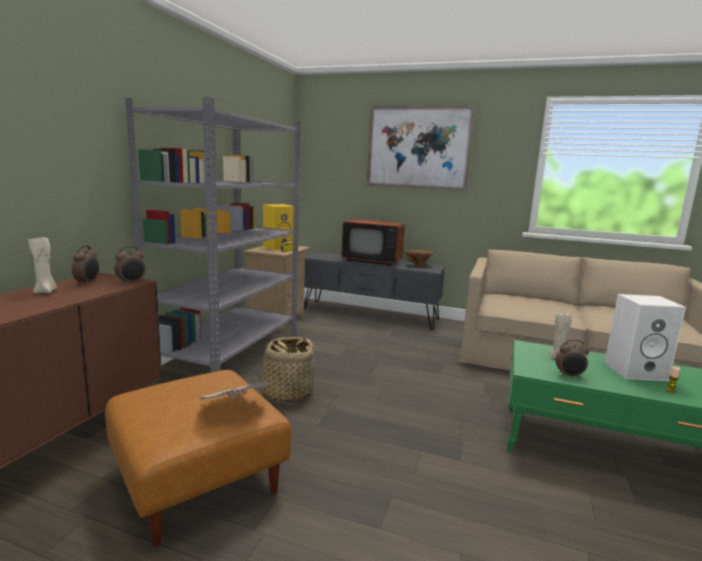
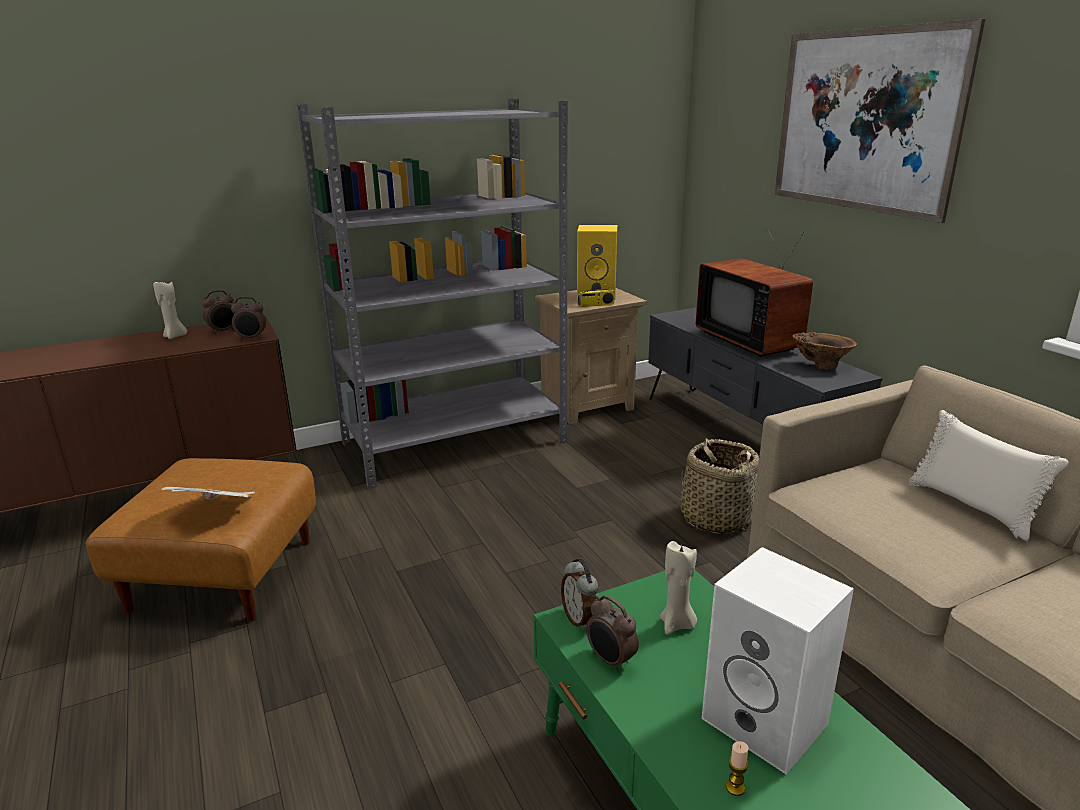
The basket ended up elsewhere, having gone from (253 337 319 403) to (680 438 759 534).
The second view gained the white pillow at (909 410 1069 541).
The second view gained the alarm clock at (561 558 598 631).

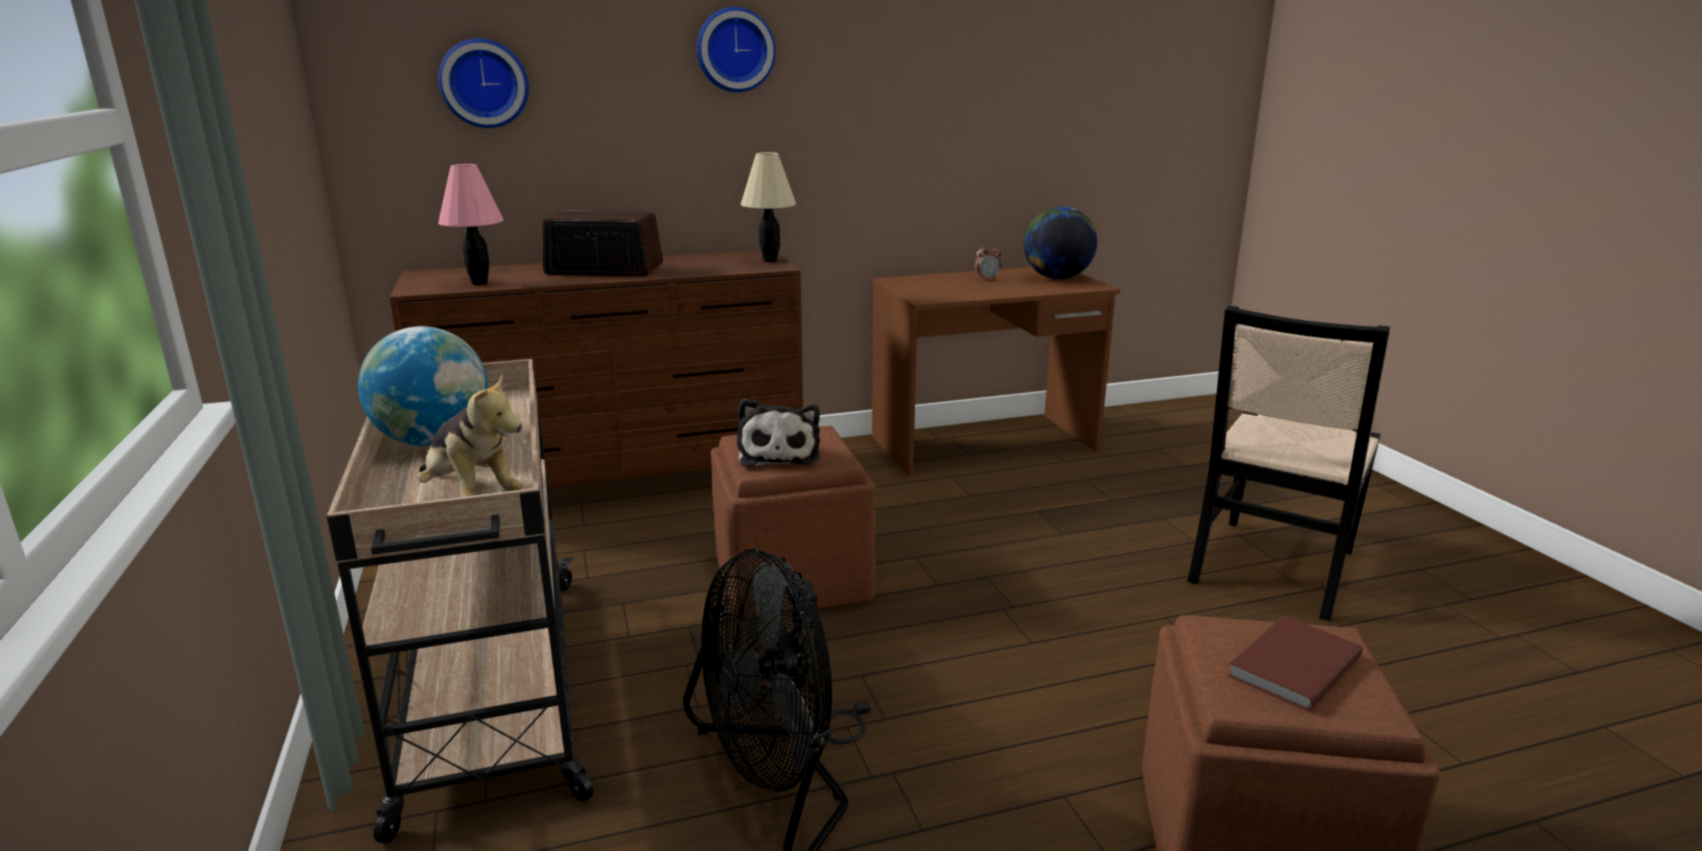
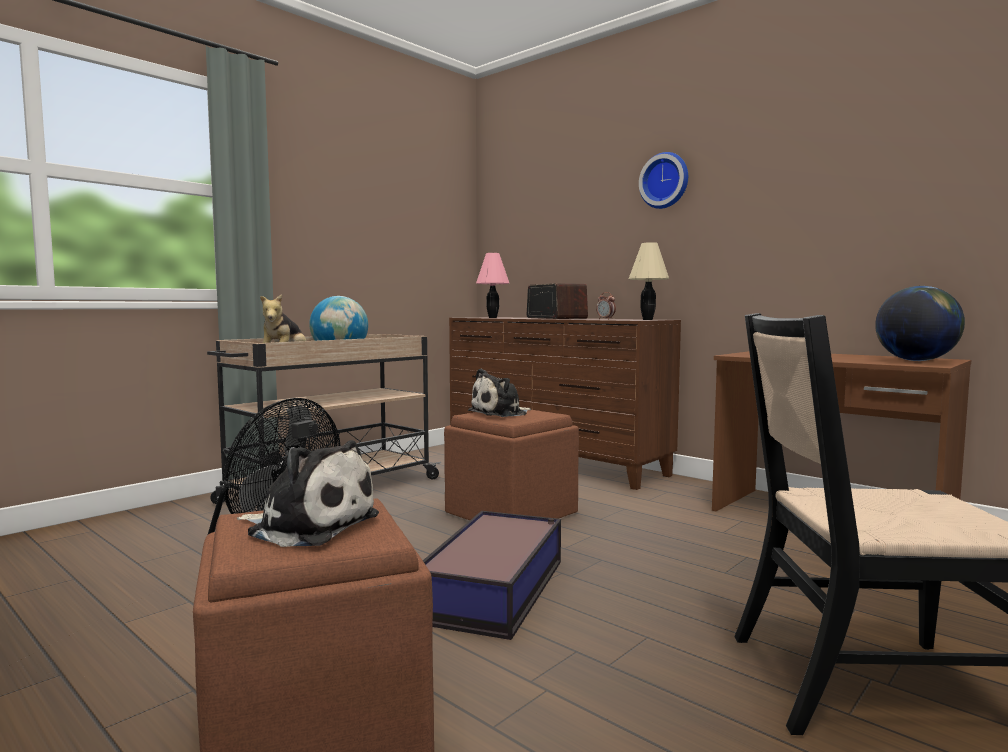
The second view lost the wall clock at (438 38 529 128).
The alarm clock ended up elsewhere, having gone from (975 244 1001 280) to (596 292 616 319).
Where the brown book stood at (1228 615 1363 711), the plush toy came to stand at (237 440 379 547).
The second view gained the storage box at (423 511 561 640).

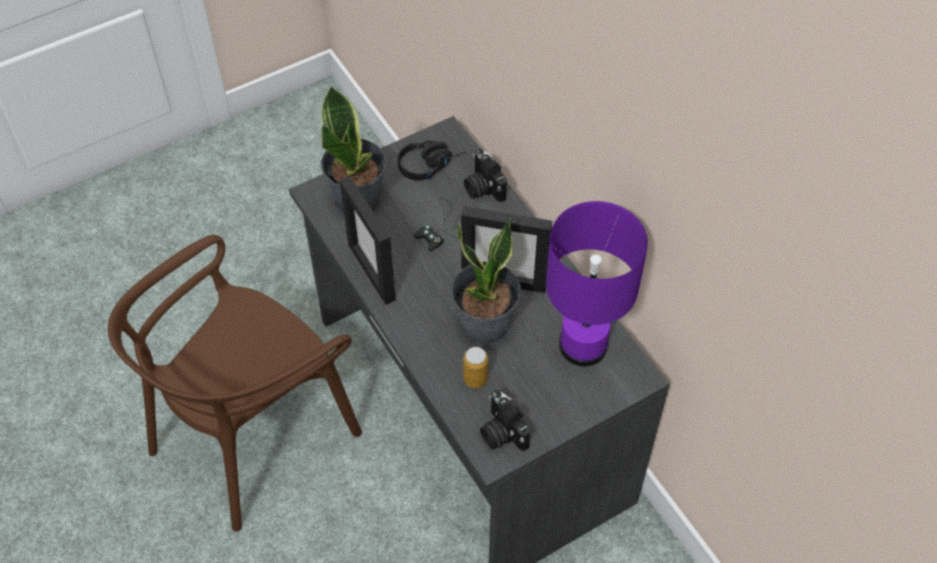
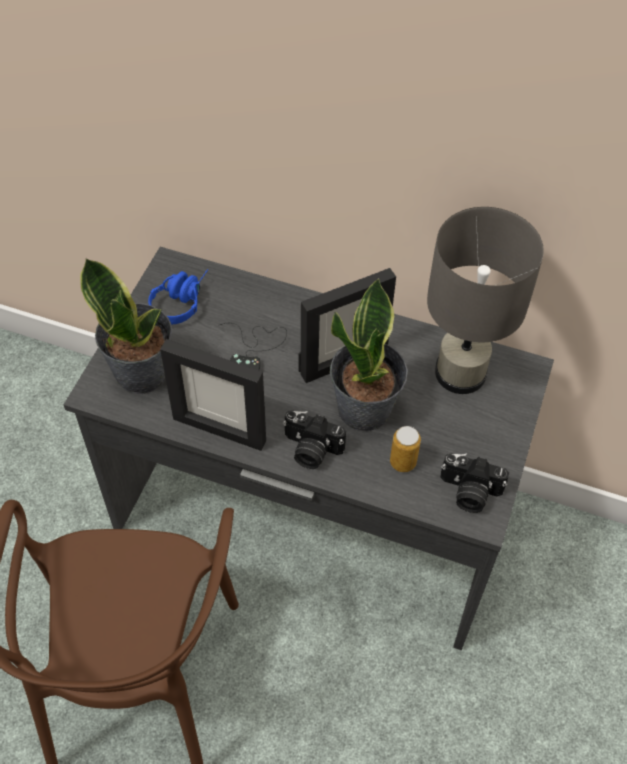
What was the black headphones at (398 140 466 180) turned into the blue headphones at (148 269 208 324).
The photo camera ended up elsewhere, having gone from (464 149 507 202) to (283 411 346 469).
What was the purple table lamp at (546 201 648 366) turned into the grey table lamp at (427 207 544 394).

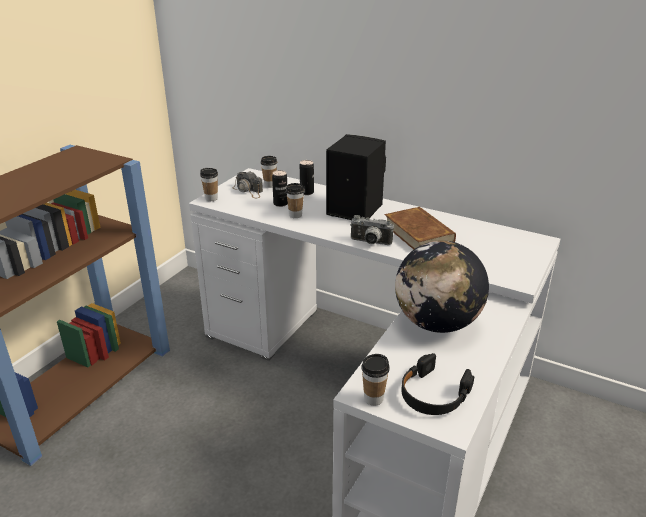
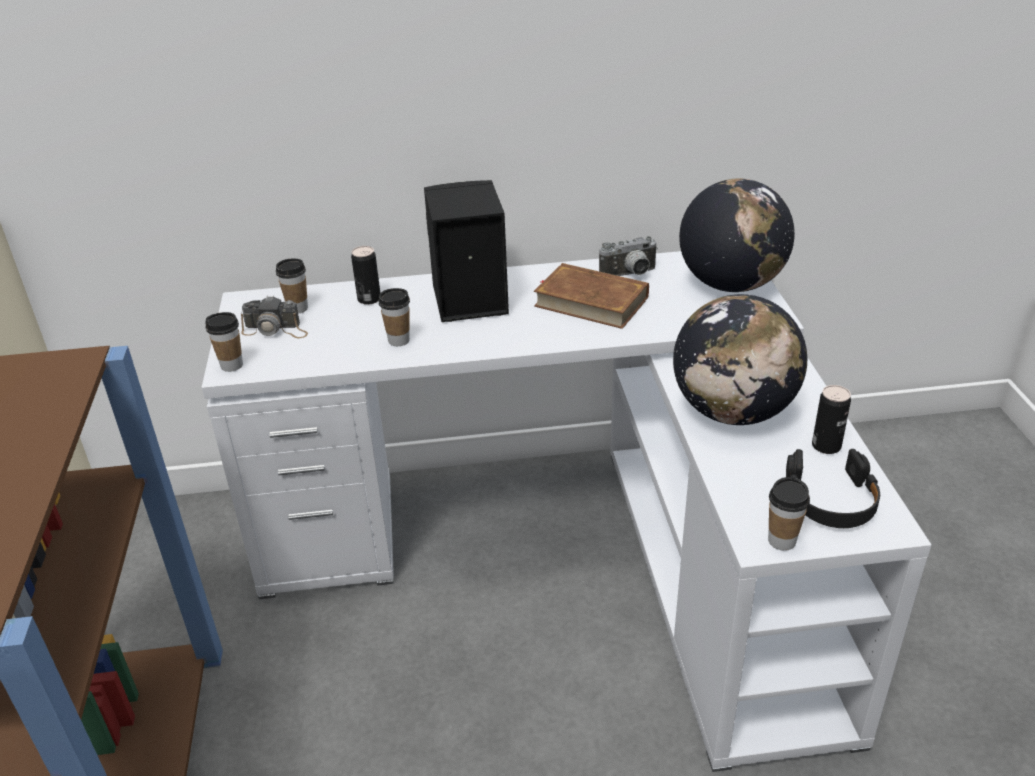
The can ended up elsewhere, having gone from (272 170 288 207) to (812 385 851 454).
The photo camera ended up elsewhere, having gone from (350 215 394 245) to (599 236 658 276).
The second view gained the globe at (679 179 795 292).

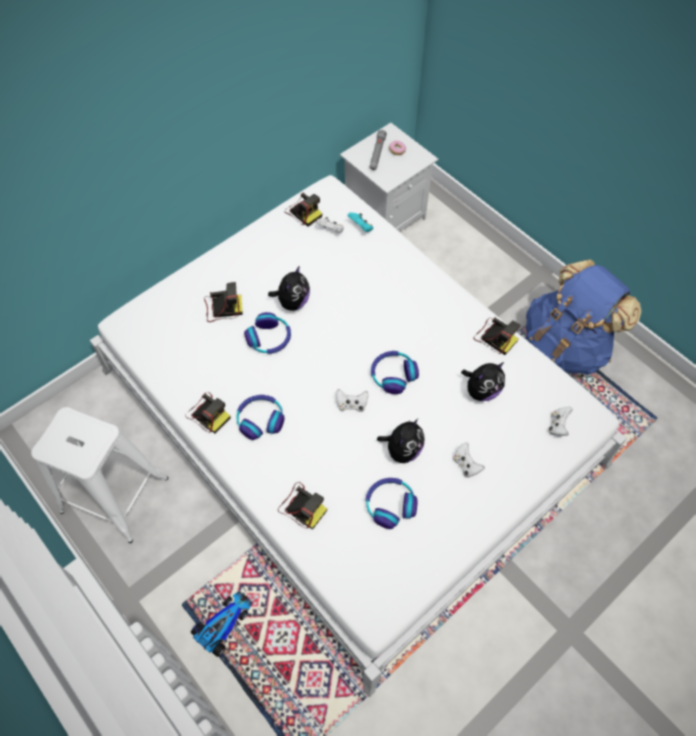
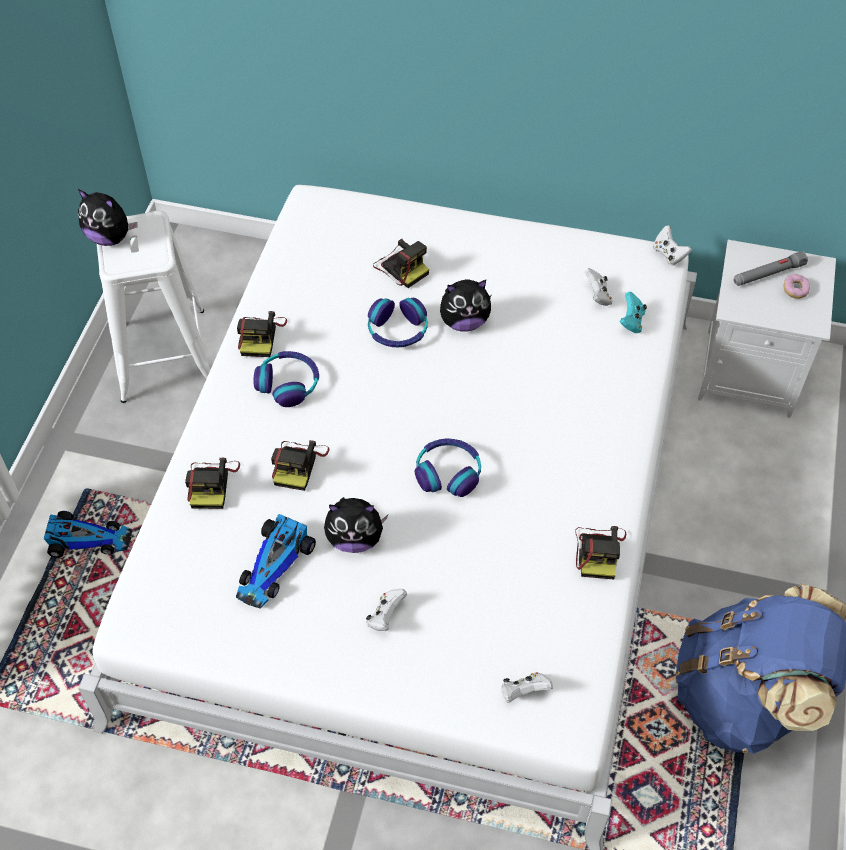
The photo camera ended up elsewhere, having gone from (284 192 322 226) to (271 440 329 491).
The plush toy ended up elsewhere, having gone from (461 362 505 401) to (78 189 138 246).
The white game controller ended up elsewhere, having gone from (336 389 368 412) to (653 225 692 265).
Where the headphones stood at (366 478 417 529), the toy car came to stand at (236 514 316 609).

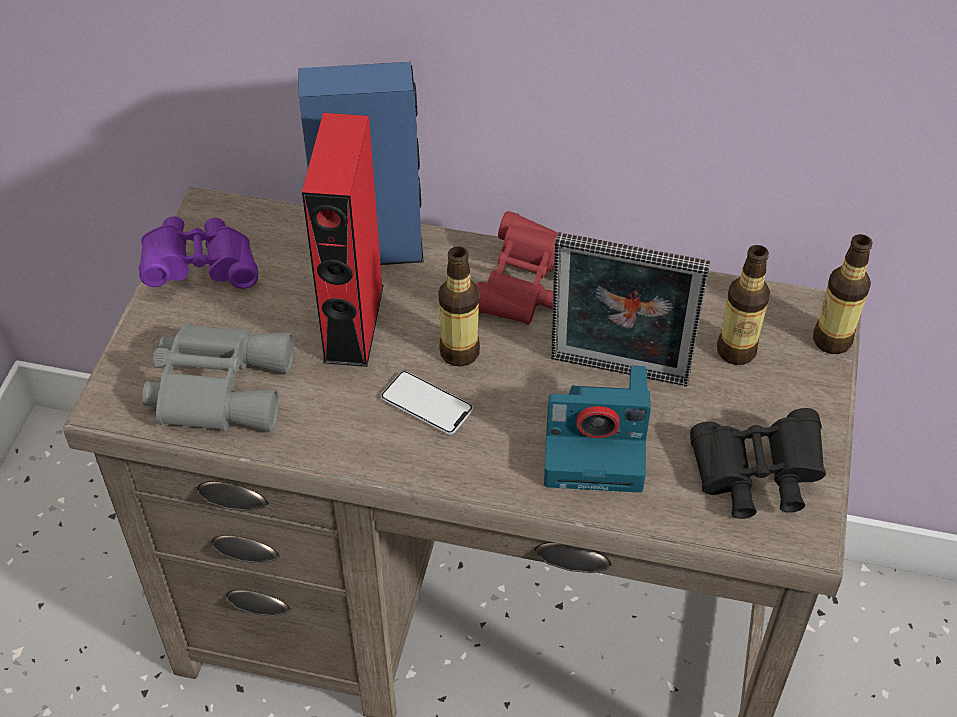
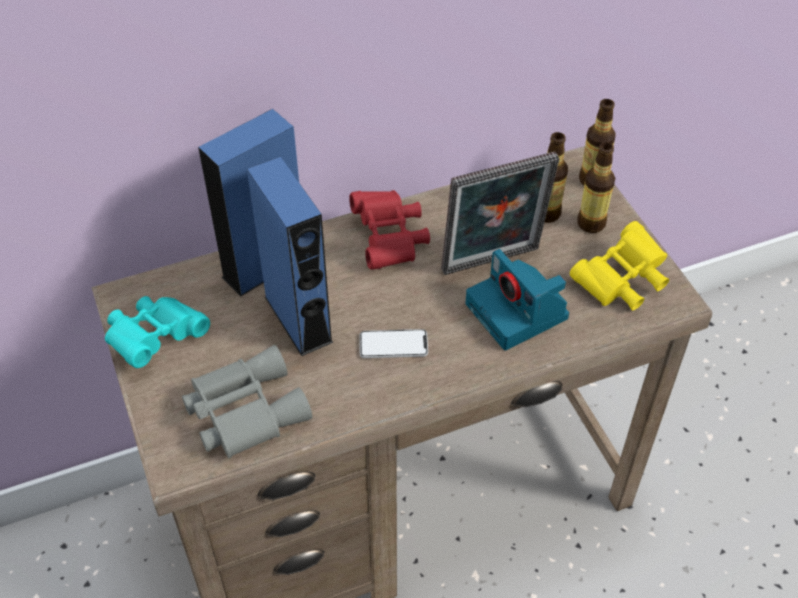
What was the red speaker at (302 113 384 367) turned into the blue speaker at (247 157 333 356).
What was the purple binoculars at (139 216 258 289) turned into the turquoise binoculars at (105 296 210 368).
The bottle ended up elsewhere, having gone from (438 246 480 367) to (577 142 615 233).
The photo camera at (544 366 651 493) ended up facing another way, 90 degrees clockwise from before.
What was the black binoculars at (690 408 826 519) turned into the yellow binoculars at (570 221 669 311).

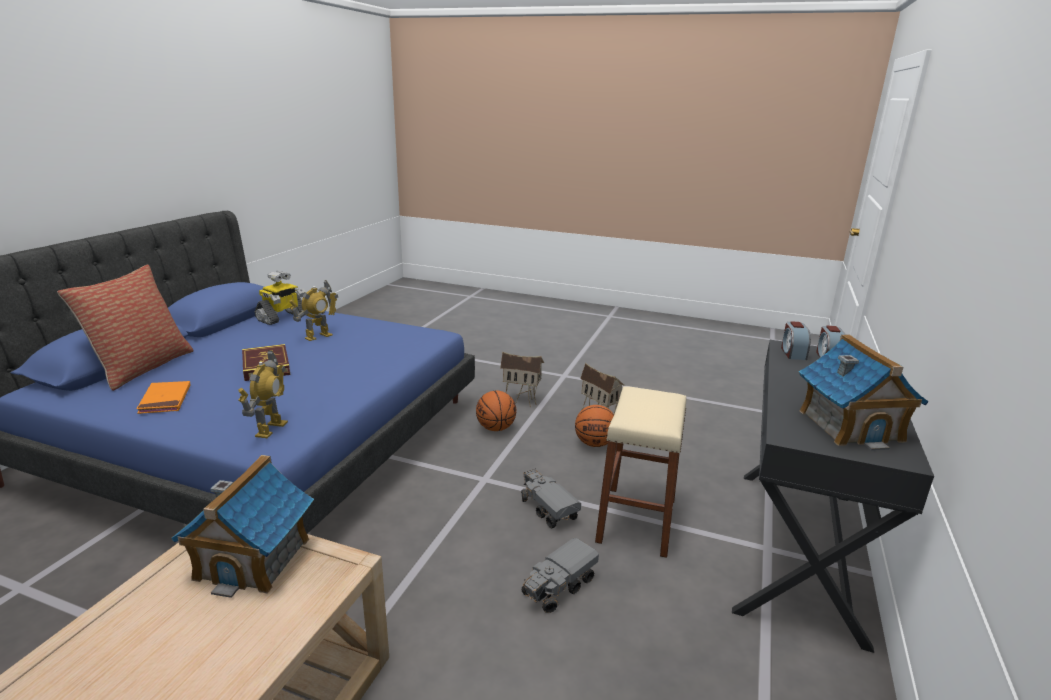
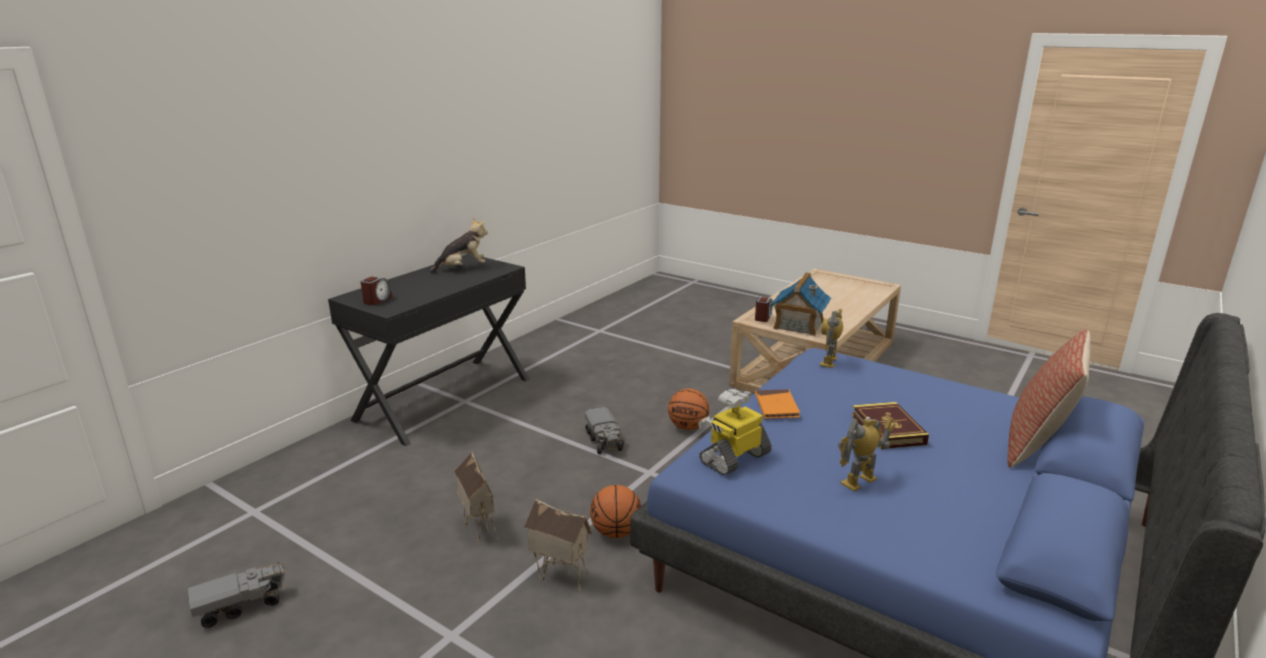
The toy robot ended up elsewhere, having gone from (255 271 306 325) to (698 389 772 475).
The alarm clock ended up elsewhere, having gone from (781 321 811 360) to (755 297 773 322).
Where the toy house stood at (799 334 929 450), the plush toy came to stand at (429 218 488 274).
The orange book ended up elsewhere, having gone from (137 381 190 414) to (755 389 800 419).
The second view lost the beige stool at (595 387 686 558).
The basketball ended up elsewhere, having gone from (575 405 614 447) to (668 389 709 430).
The toy truck ended up elsewhere, having gone from (522 538 599 613) to (188 562 285 628).

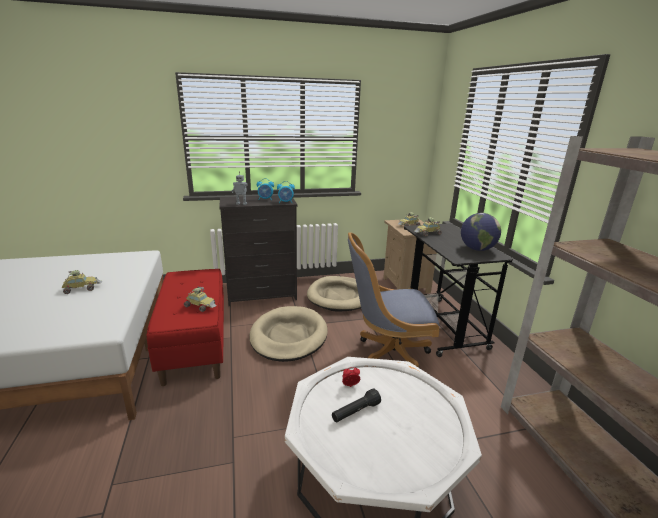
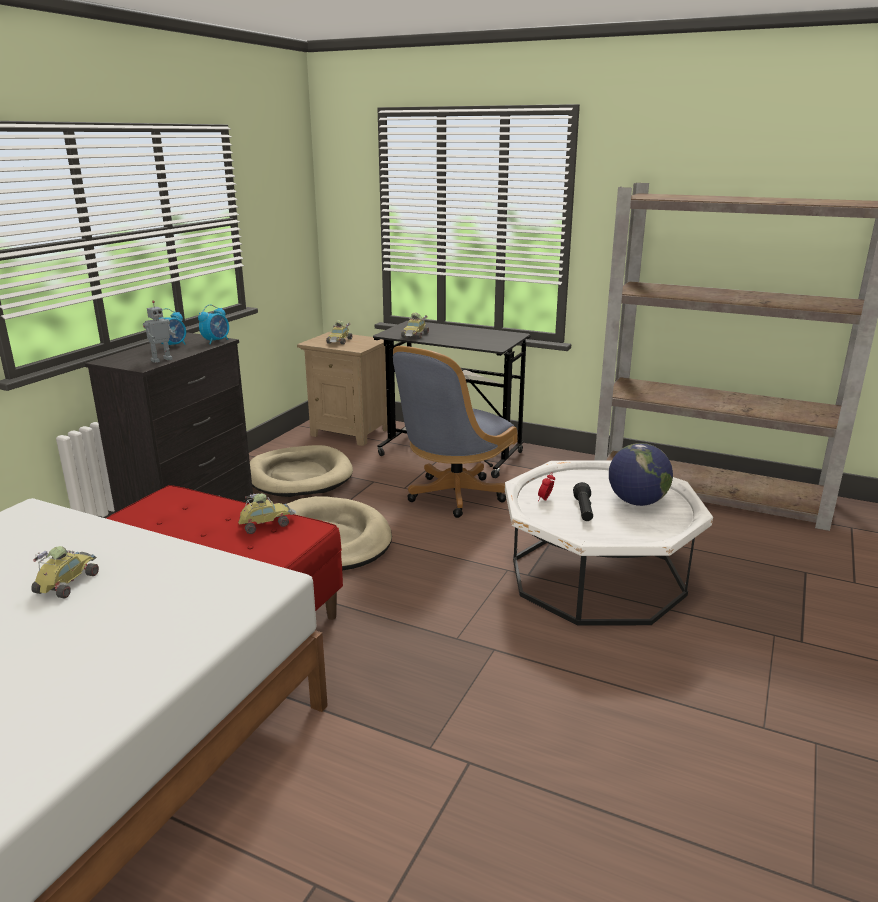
The globe ended up elsewhere, having gone from (461 213 501 251) to (609 443 673 506).

